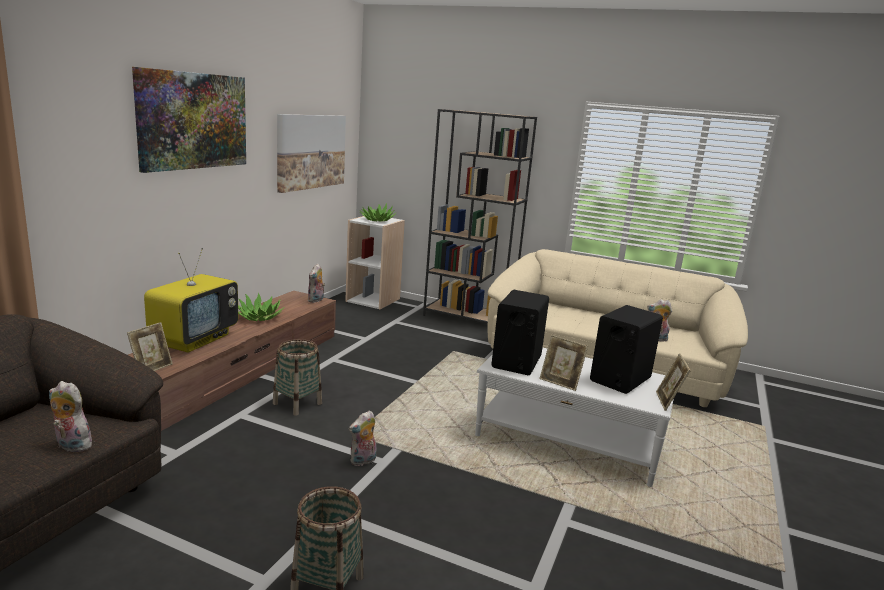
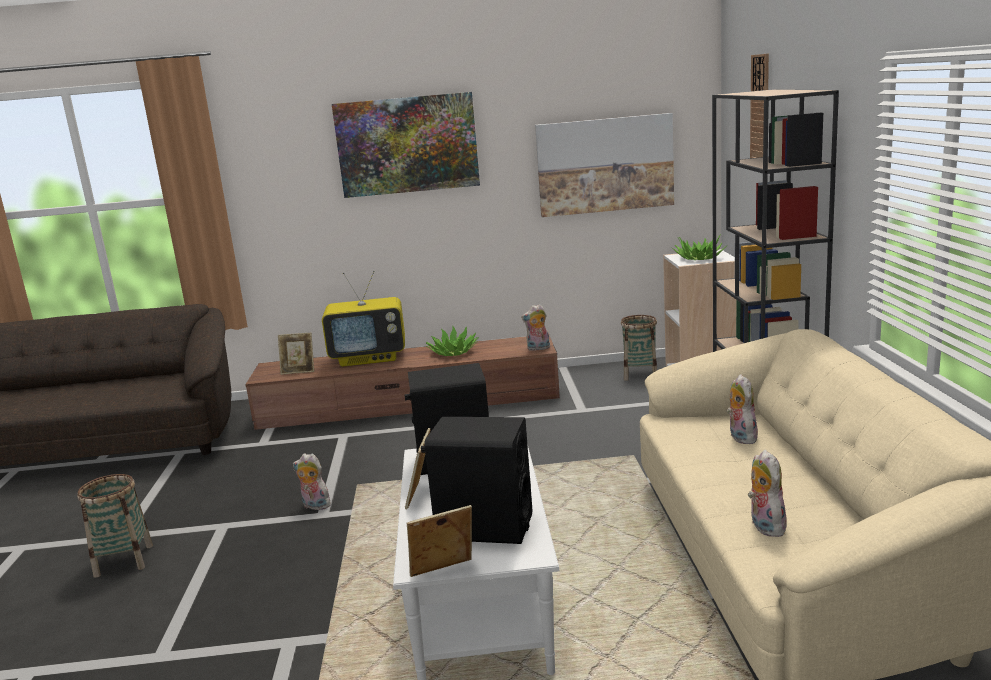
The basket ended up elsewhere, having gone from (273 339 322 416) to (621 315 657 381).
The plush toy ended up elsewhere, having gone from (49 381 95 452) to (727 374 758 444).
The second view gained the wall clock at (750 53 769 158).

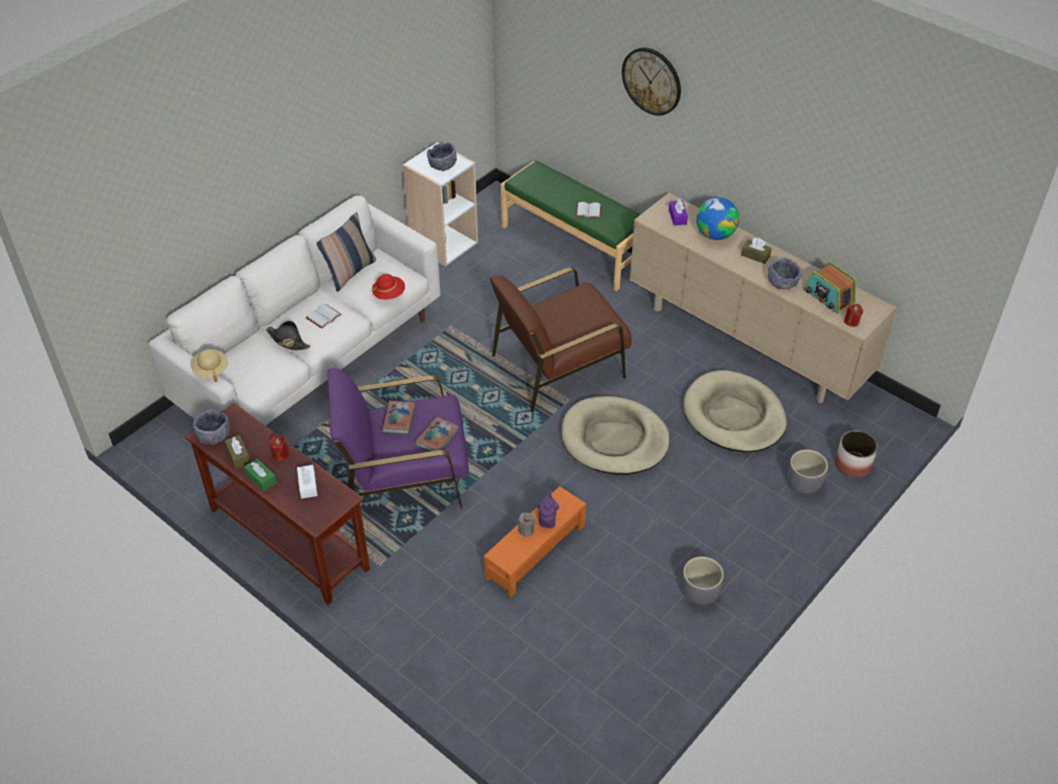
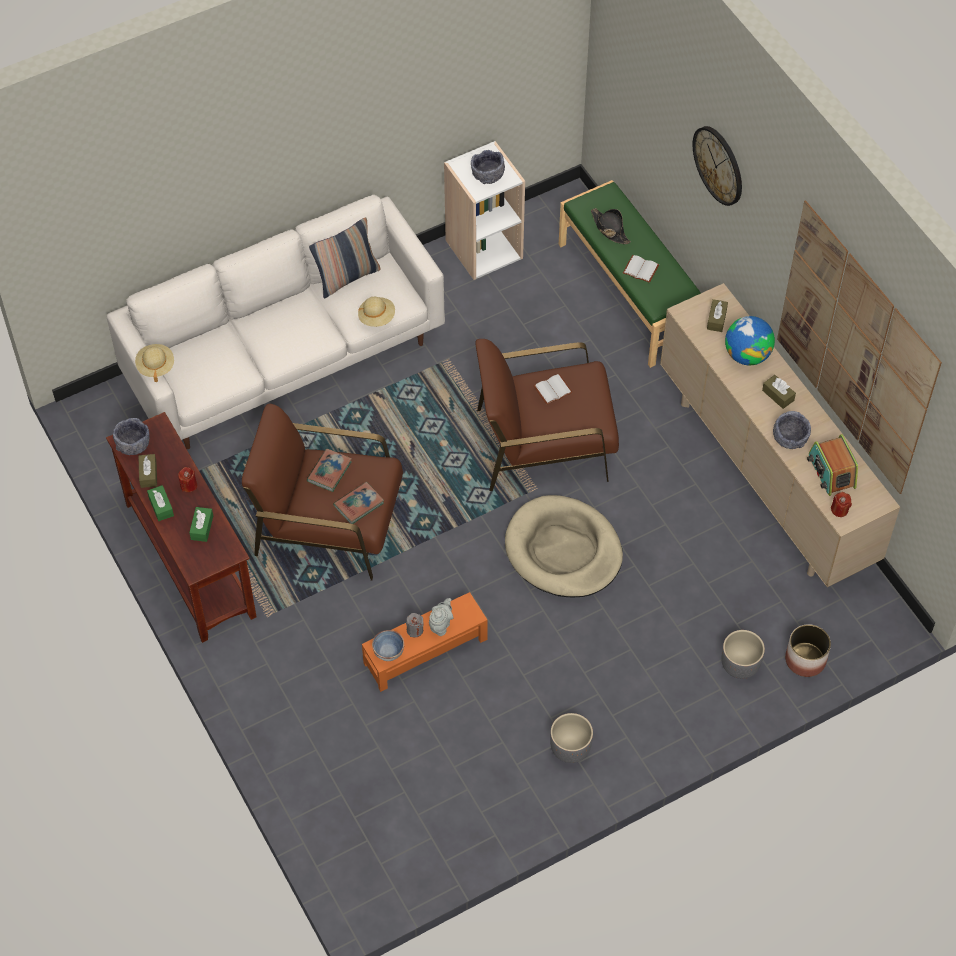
What was the purple tissue box at (669 199 688 226) turned into the brown tissue box at (707 299 728 332).
What was the red hat at (372 274 405 300) turned into the beige hat at (358 297 395 327).
The white book ended up elsewhere, having gone from (306 304 341 329) to (534 374 573 405).
The black hat ended up elsewhere, having gone from (266 321 310 350) to (591 208 631 244).
What was the purple armchair at (327 368 469 509) turned into the brown armchair at (242 404 403 581).
The second view lost the beige dog bed at (684 370 787 452).
What was the white tissue box at (297 465 318 499) turned into the green tissue box at (189 507 213 542).
What was the purple teapot at (537 491 559 528) turned into the grey teapot at (429 598 453 636).
The second view gained the picture at (777 200 942 494).
The second view gained the bowl at (372 630 404 661).

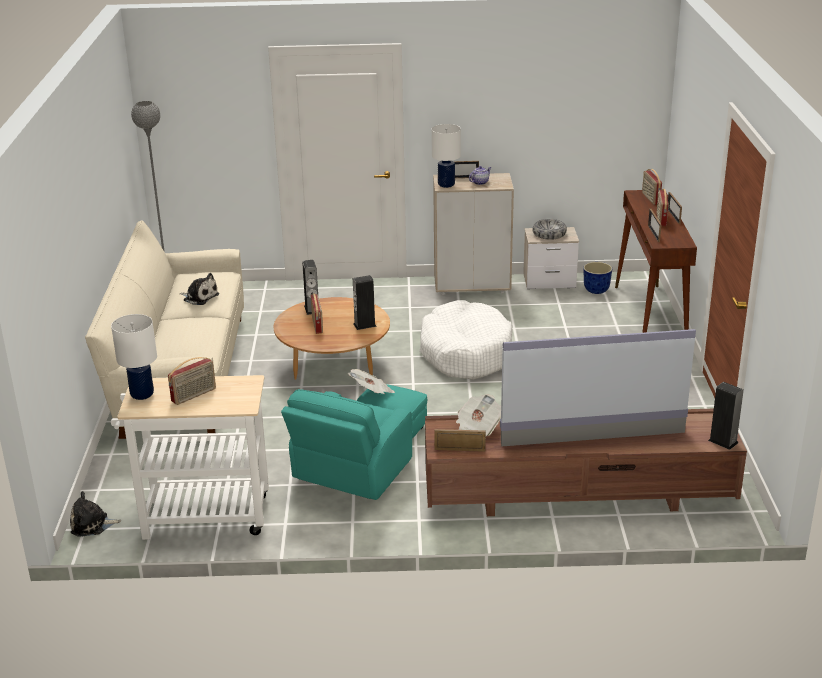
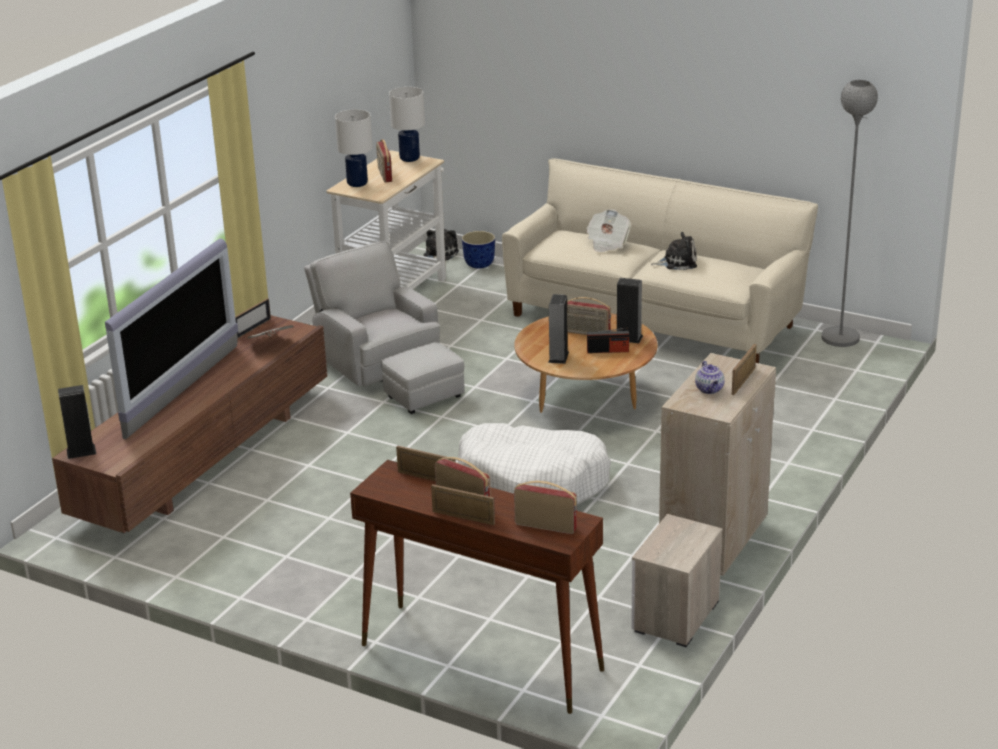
The white table lamp ended up elsewhere, having gone from (432 124 461 188) to (335 109 373 187).
The second view lost the bowl at (532 219 567 240).
The planter ended up elsewhere, having gone from (583 262 612 294) to (462 231 495 269).
The plush toy at (180 273 219 305) ended up facing another way, 150 degrees counterclockwise from before.
The newspaper ended up elsewhere, having gone from (348 369 395 394) to (586 209 631 252).
What was the turquoise armchair at (281 384 427 500) turned into the white armchair at (304 241 465 414).
The second view gained the radio at (587 328 629 353).

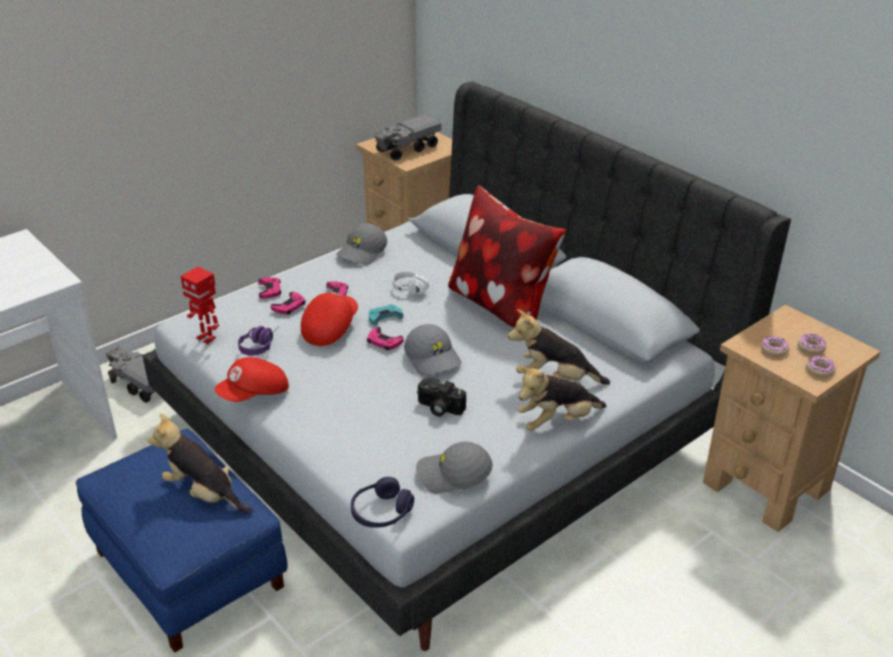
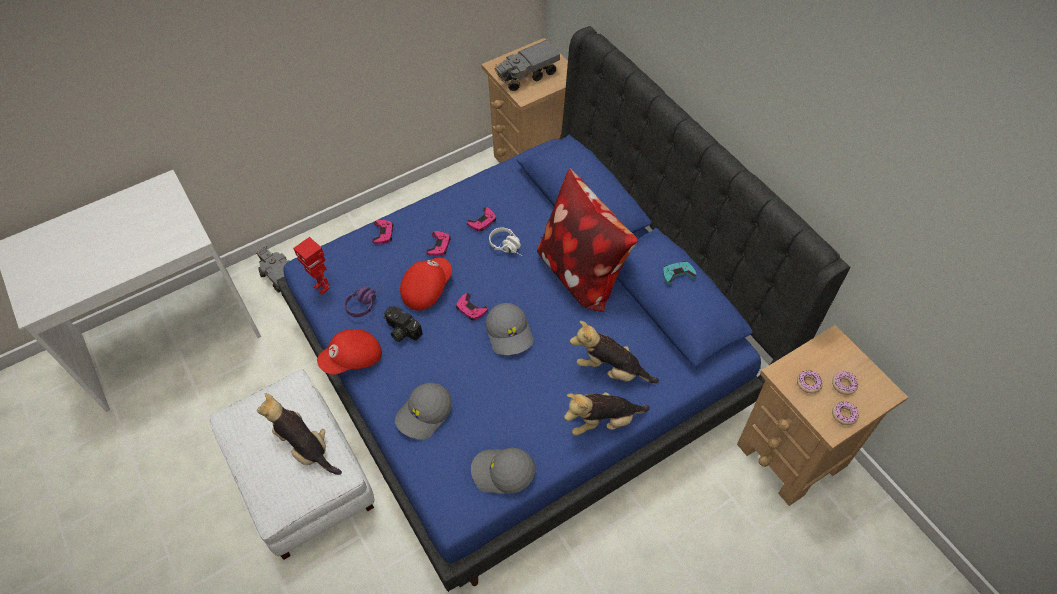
What was the grey bed at (143 81 791 651) turned into the blue bed at (277 26 851 592).
The grey cap ended up elsewhere, having gone from (336 223 387 265) to (395 383 452 440).
The pink game controller ended up elsewhere, having gone from (271 292 306 315) to (467 207 496 232).
The turquoise game controller ended up elsewhere, having gone from (369 305 403 325) to (663 261 696 285).
The photo camera ended up elsewhere, having gone from (417 378 466 417) to (384 306 423 342).
What was the blue ottoman at (76 429 288 652) turned into the white ottoman at (209 369 374 560).
The second view lost the purple headphones at (351 477 414 528).

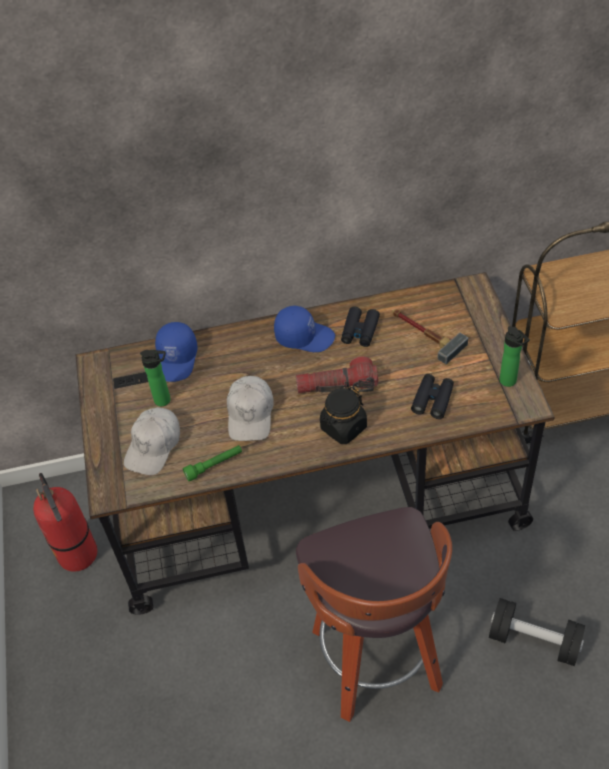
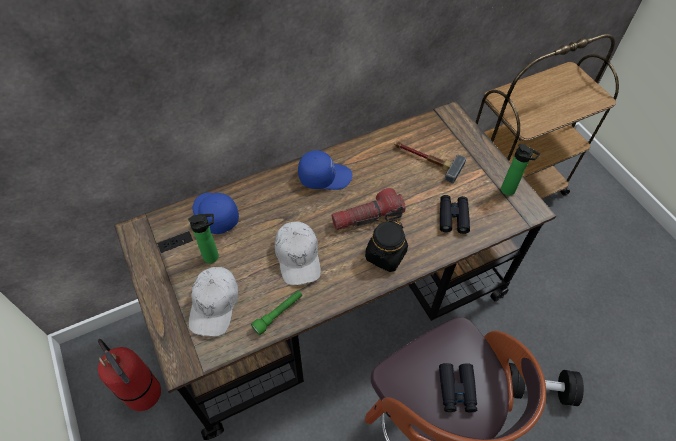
The black binoculars ended up elsewhere, having gone from (341 306 380 347) to (439 363 477 413).
The blue cap at (155 322 198 382) ended up facing another way, 150 degrees clockwise from before.

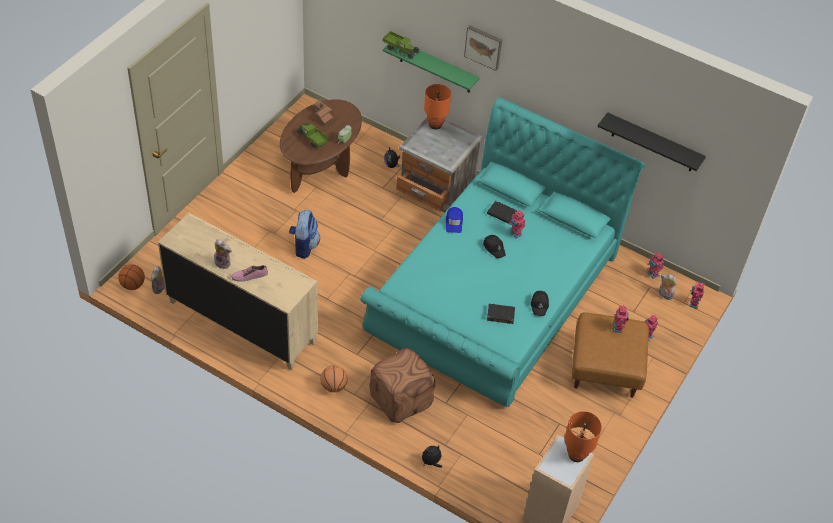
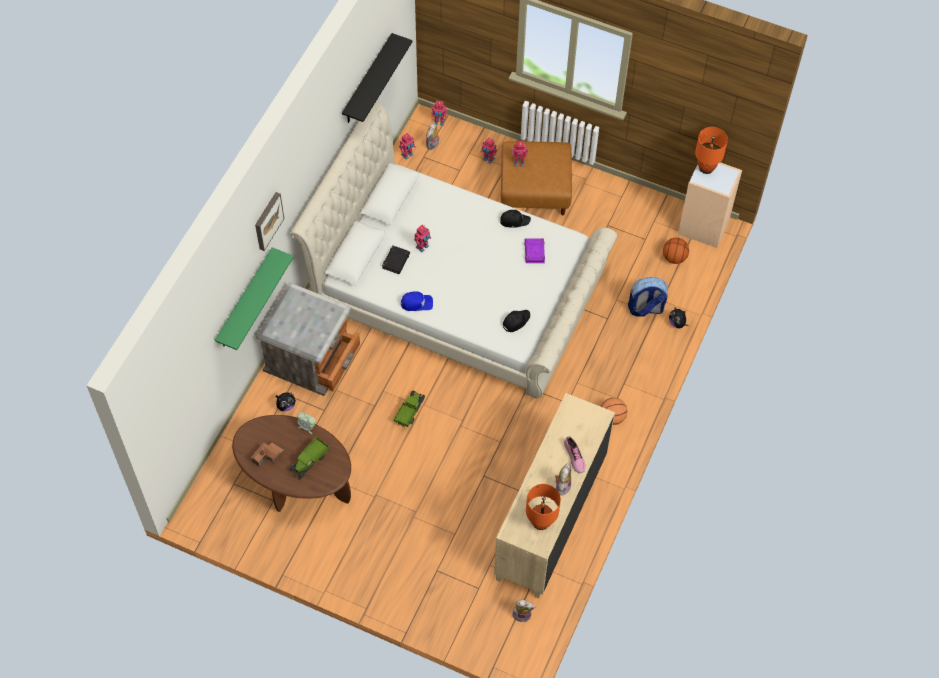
The toy truck ended up elsewhere, having gone from (383 31 419 59) to (394 390 425 427).
The orange table lamp ended up elsewhere, having gone from (424 84 451 129) to (526 484 561 530).
What was the turquoise bed at (360 98 645 407) turned into the beige bed at (291 102 617 399).
The backpack ended up elsewhere, having gone from (289 209 320 259) to (628 277 668 317).
The black cap ended up elsewhere, having gone from (483 235 506 258) to (503 310 530 332).
The basketball ended up elsewhere, having gone from (118 264 145 290) to (663 238 689 264).
What was the black book at (487 304 515 324) turned into the purple book at (525 238 545 263).
The second view lost the brown ottoman at (369 348 436 423).

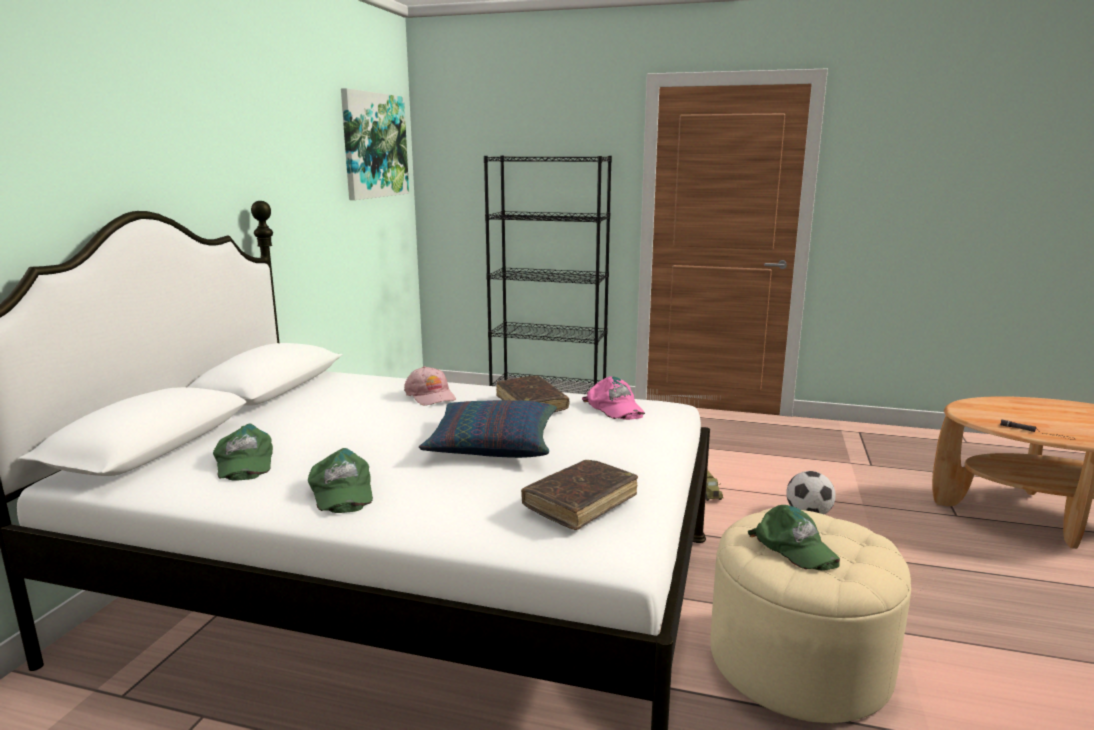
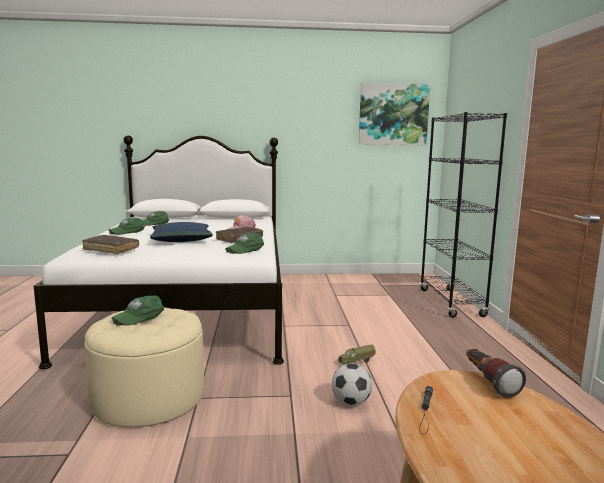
What was the pink cap at (582 376 645 420) turned into the green cap at (225 233 264 254).
The second view gained the flashlight at (466 349 526 398).

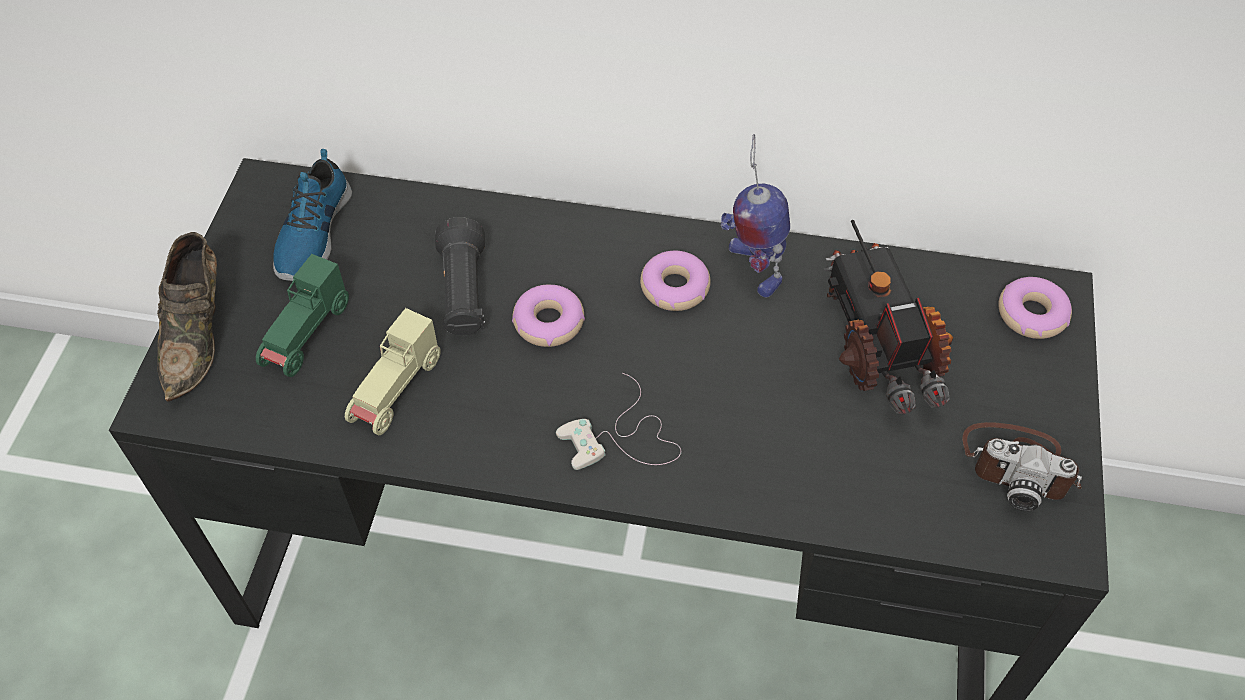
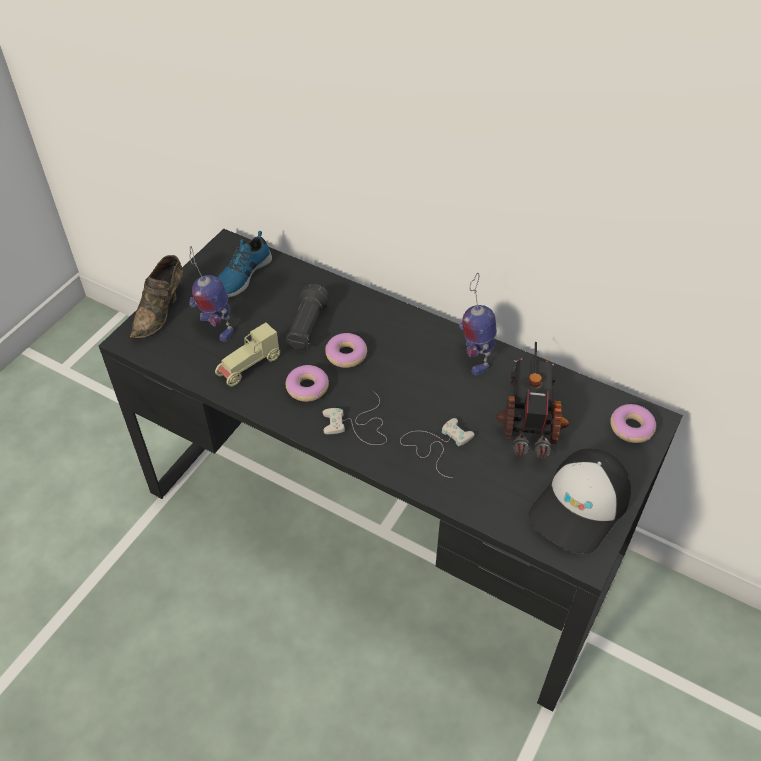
The donut ended up elsewhere, having gone from (640 251 711 311) to (286 365 329 402).
Where the green toy car stood at (256 254 349 377), the toy robot came to stand at (189 246 234 342).
Where the photo camera stood at (962 422 1082 511), the cap came to stand at (528 449 631 554).
The second view gained the white game controller at (400 418 475 478).

